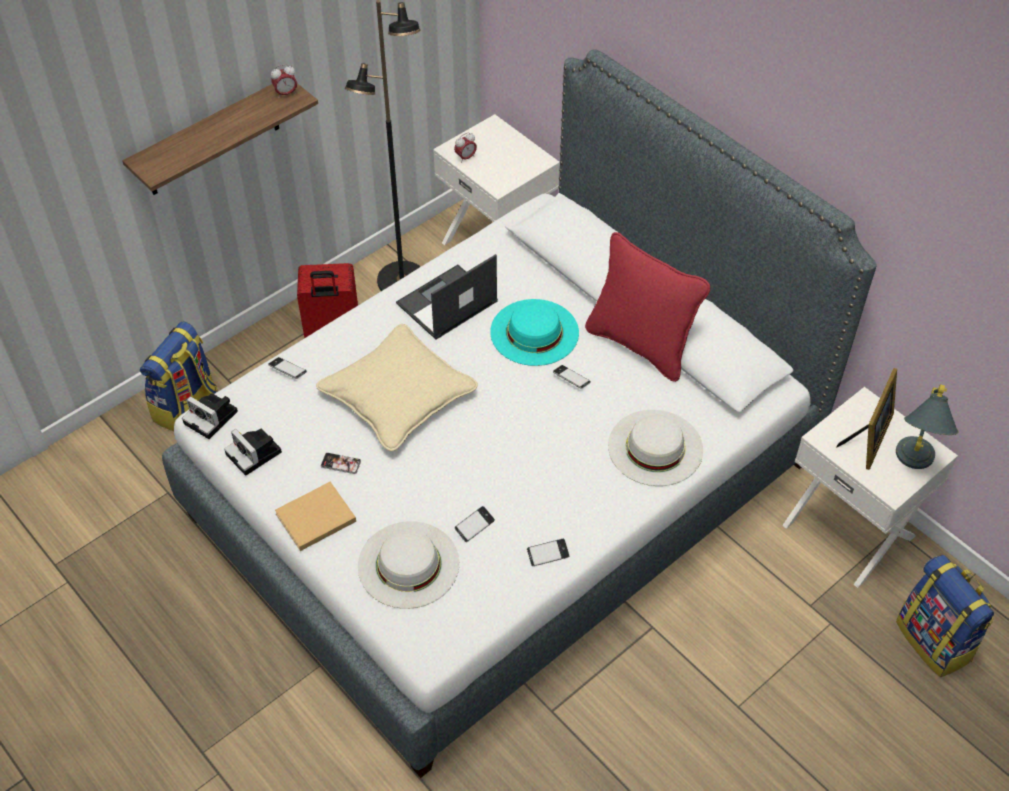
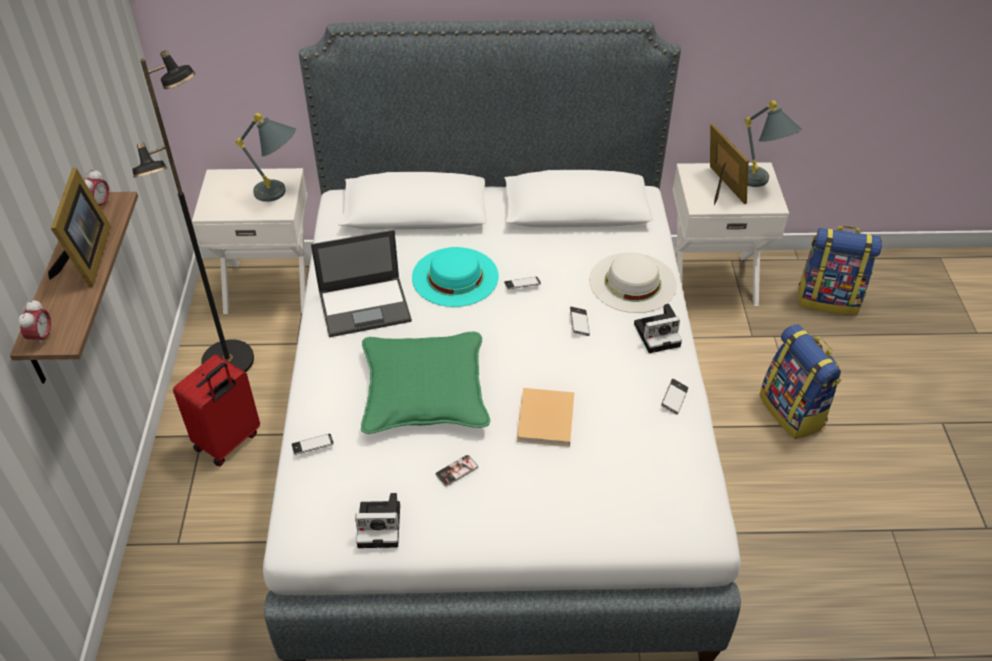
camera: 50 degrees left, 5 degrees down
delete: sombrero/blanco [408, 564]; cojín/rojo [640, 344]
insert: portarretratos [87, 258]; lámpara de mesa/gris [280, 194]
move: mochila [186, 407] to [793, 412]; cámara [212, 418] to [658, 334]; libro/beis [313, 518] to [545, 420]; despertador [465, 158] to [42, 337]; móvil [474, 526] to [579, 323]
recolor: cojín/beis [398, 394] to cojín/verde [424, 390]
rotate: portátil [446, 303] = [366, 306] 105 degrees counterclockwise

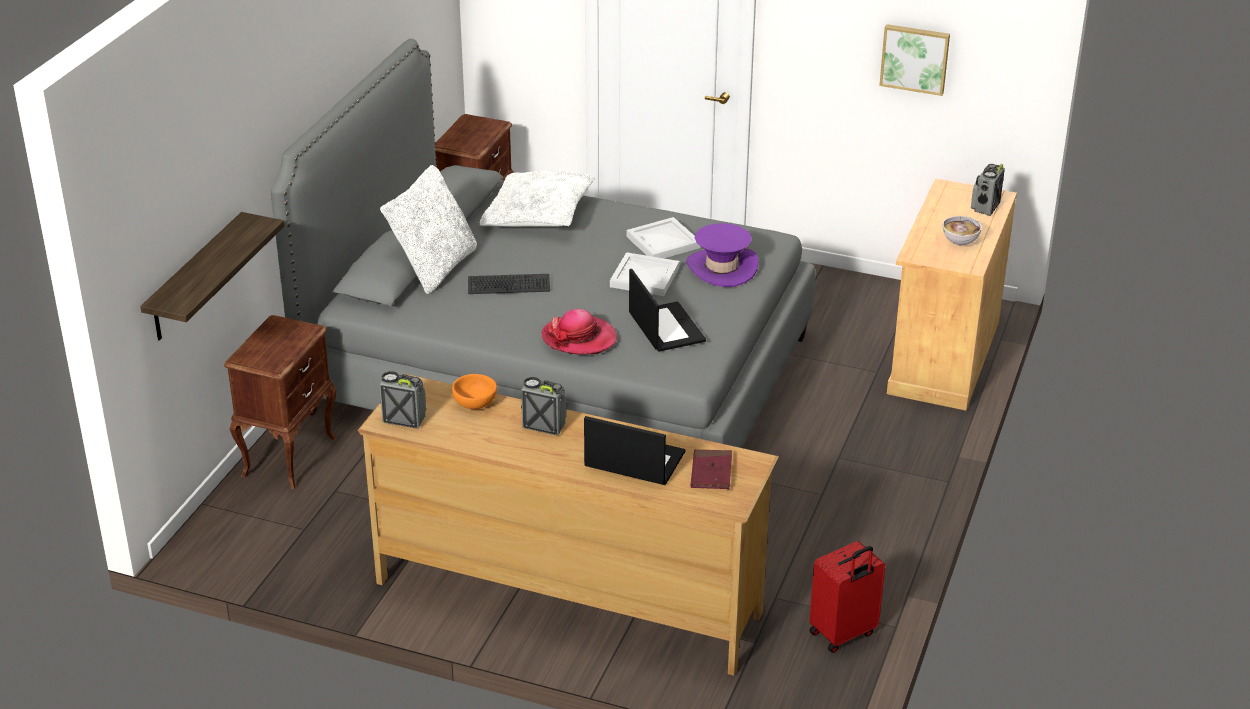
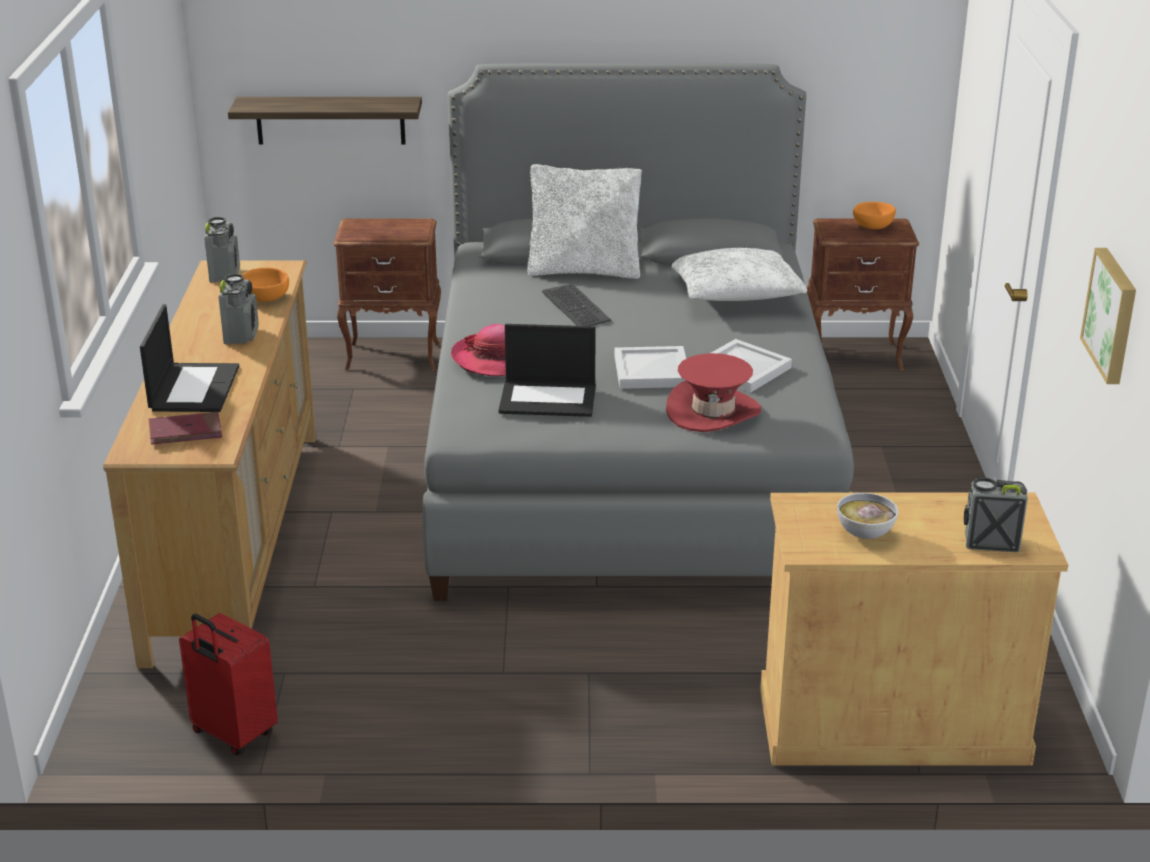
camera: 70 degrees right, 5 degrees down
insert: cuenco/naranja [873, 227]
recolor: sombrero/morado [722, 268] to sombrero/rojo [713, 412]
rotate: portátil [665, 327] = [549, 398] 45 degrees clockwise

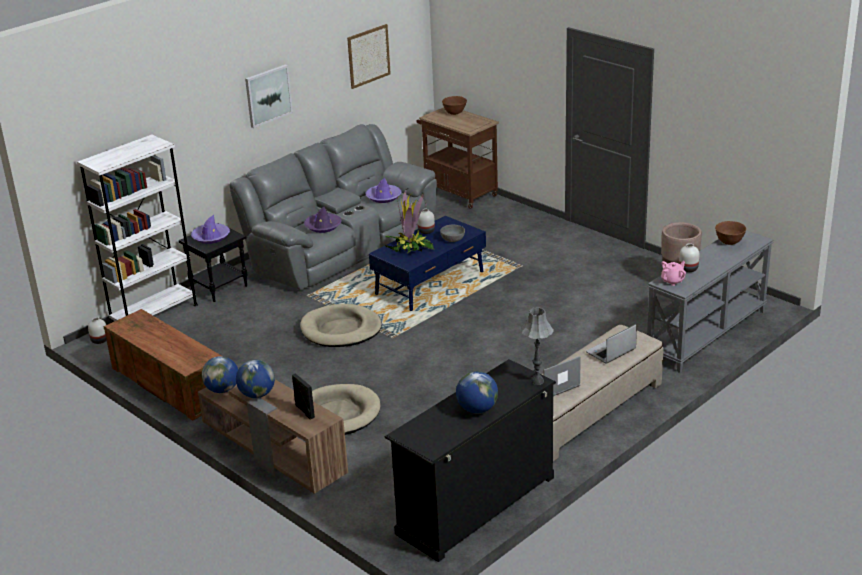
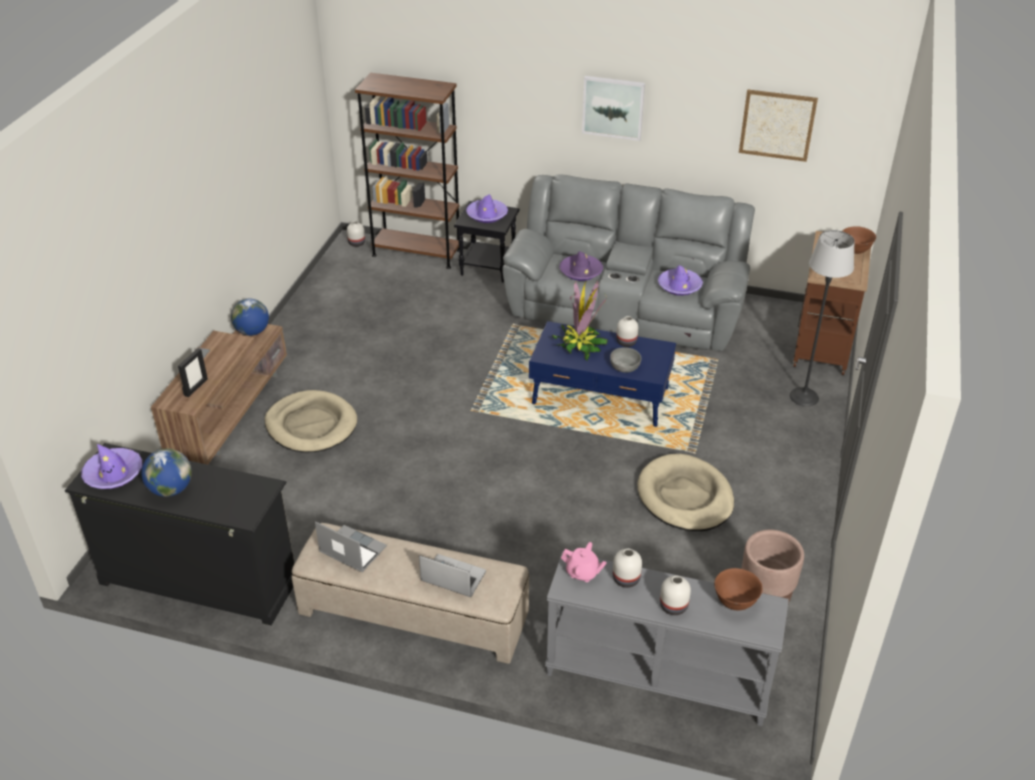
camera: 60 degrees right, 10 degrees up
delete: banco/marrón [168, 384]; globo terráqueo [257, 394]; lámpara de mesa/gris [537, 381]
insert: sombrero/morado [114, 474]; florero/blanco [673, 606]; lámpara de pie [804, 397]
move: cama para perro/beis [341, 329] to [685, 497]
recolor: estantería/blanco [154, 314] to estantería/marrón [416, 253]

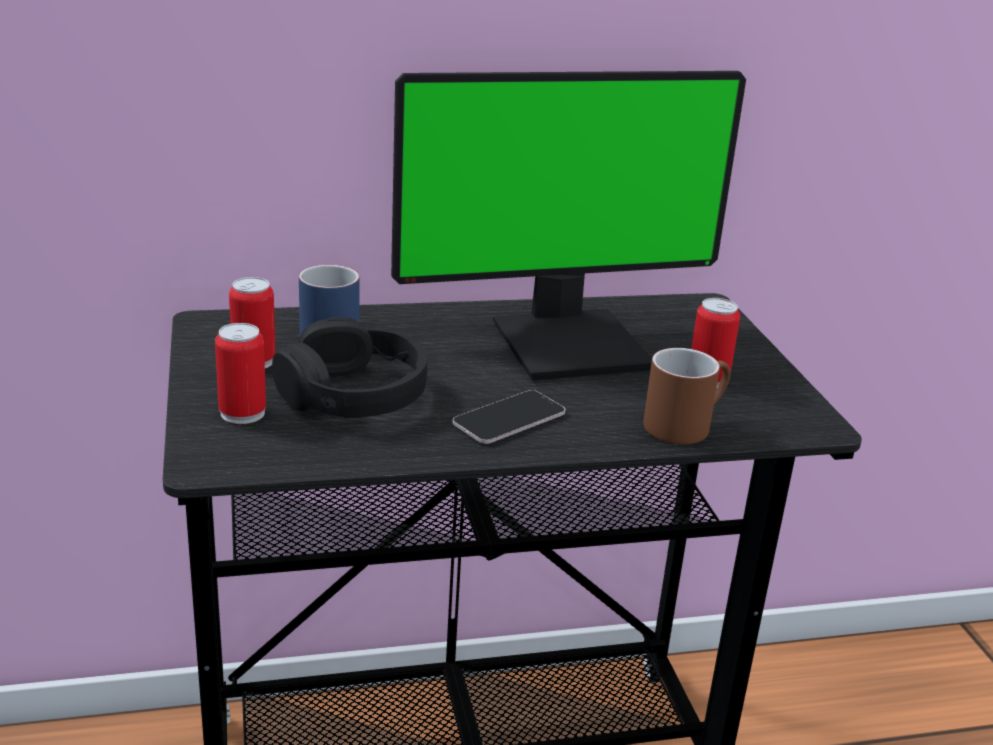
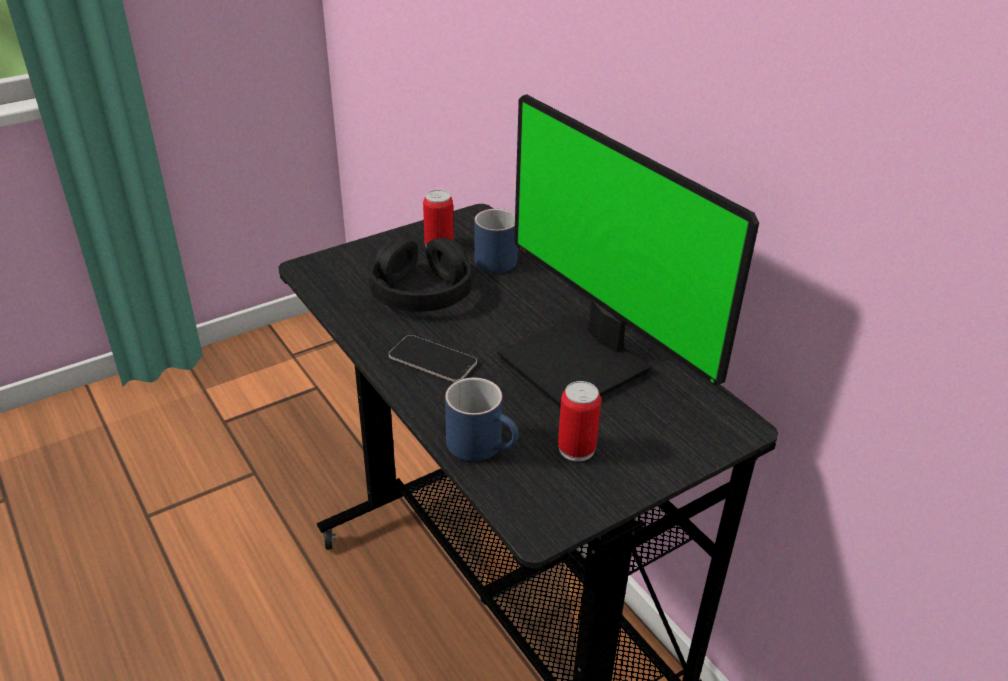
camera: 70 degrees right, 10 degrees up
delete: lata [242, 413]
recolor: taza grande/marrón [684, 423] to taza grande/azul [484, 446]

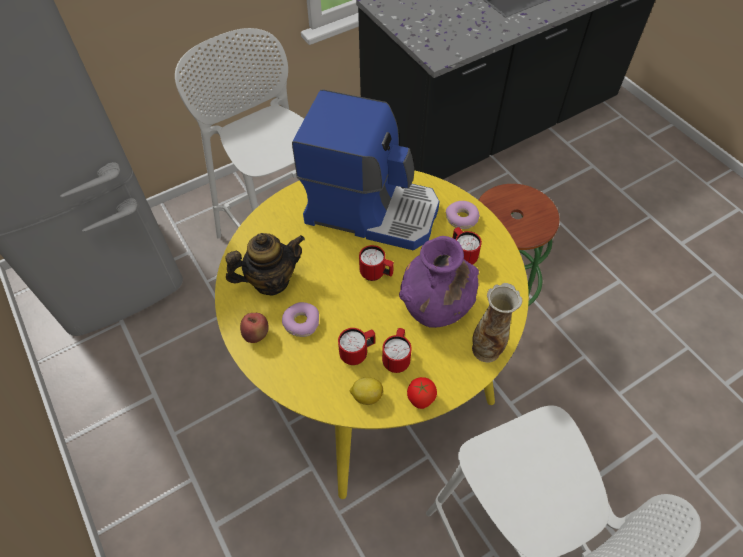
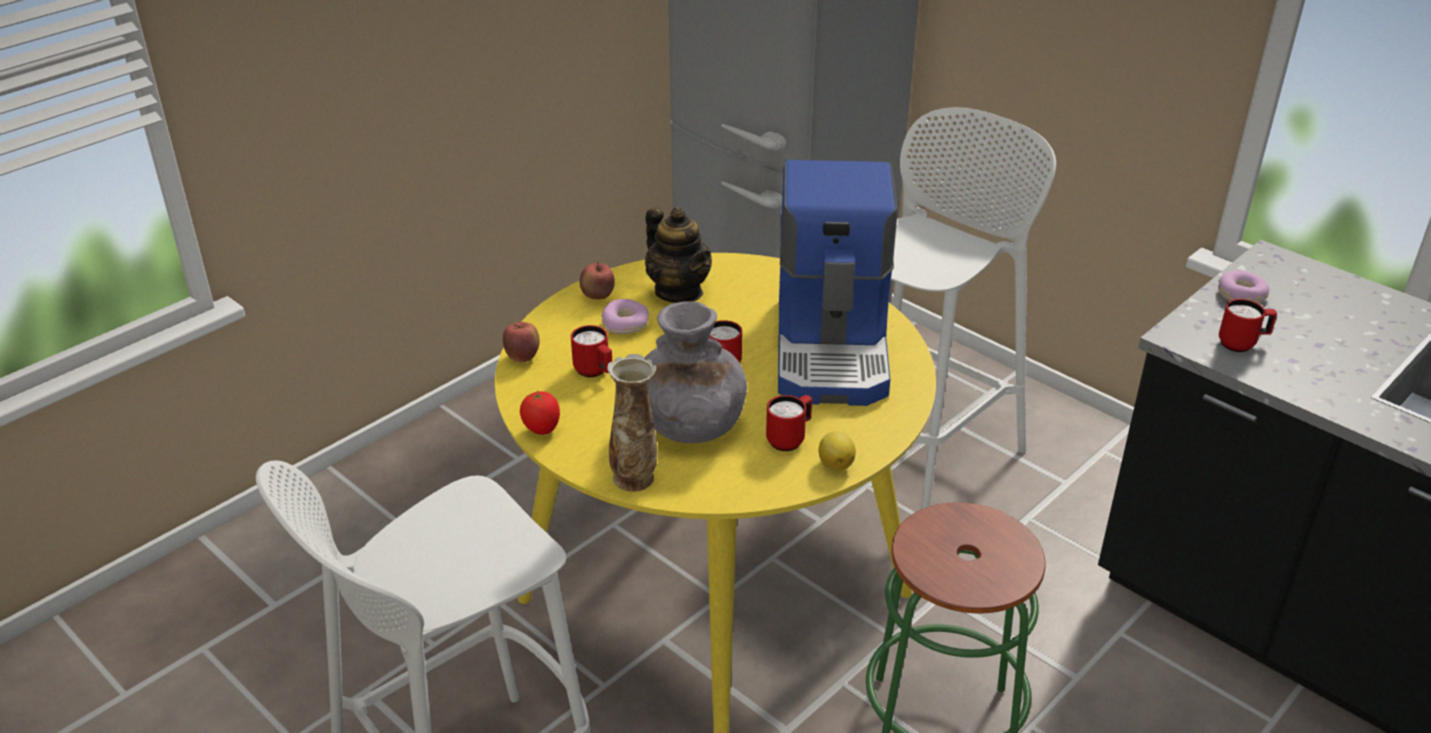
camera: 75 degrees right, 20 degrees down
insert: manzana [523, 357]
move: limón [366, 396] to [836, 464]; taza grande/rojo [397, 358] to [1242, 344]; rosquilla [462, 218] to [1240, 295]
recolor: florero/morado [436, 306] to florero/gris [689, 425]

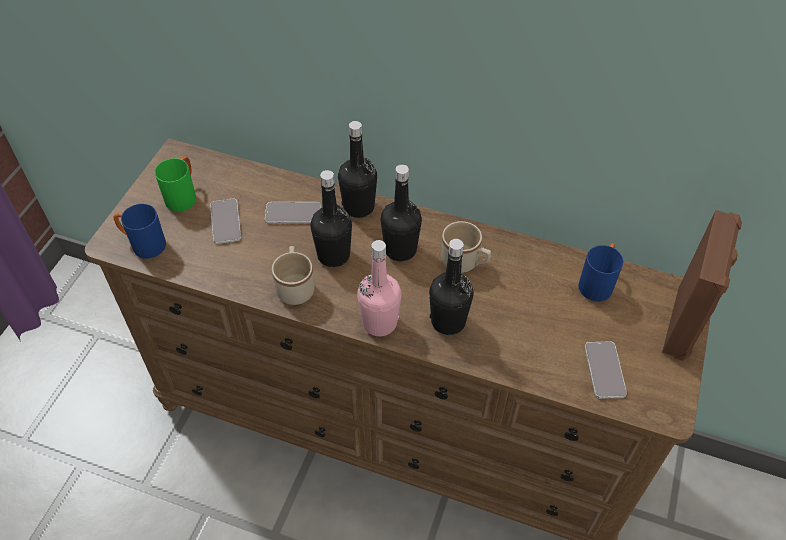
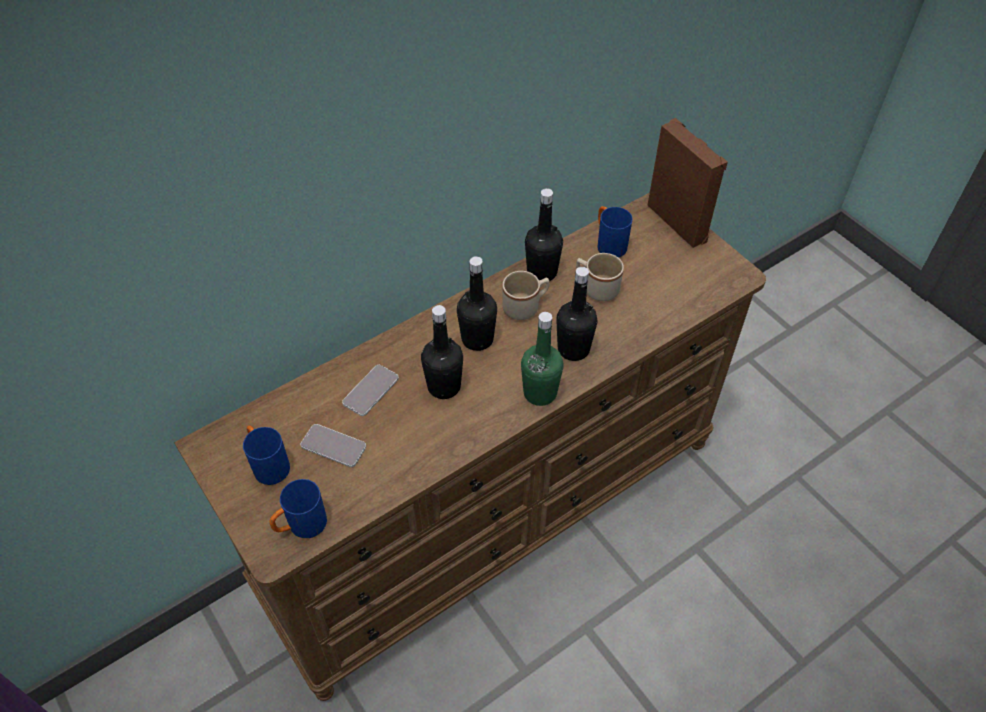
camera: 55 degrees left, 0 degrees up
delete: móvil [604, 370]
move: taza grande/beis [295, 286] to [596, 288]; botella/negro [358, 207] to [542, 272]
recolor: taza grande/verde [183, 196] to taza grande/azul [268, 464]; botella/rosa [379, 323] to botella/verde [540, 393]

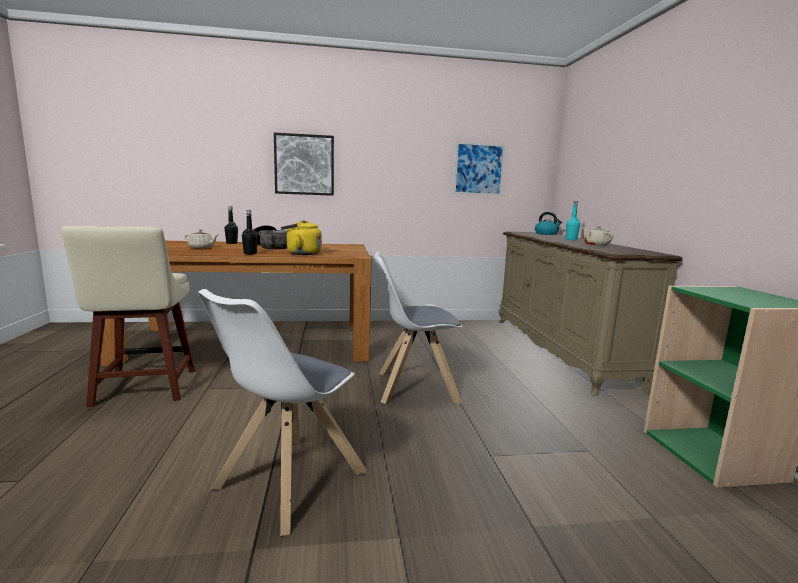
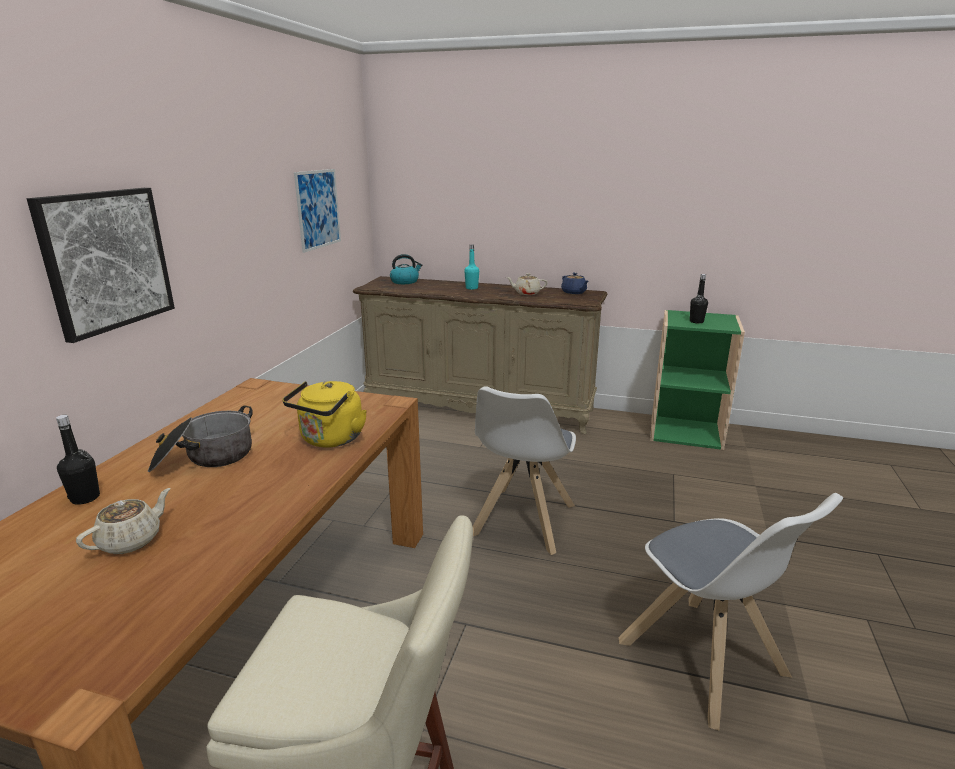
camera: 65 degrees left, 10 degrees up
insert: tetera/azul [574, 292]
move: botella/negro [250, 253] to [696, 321]

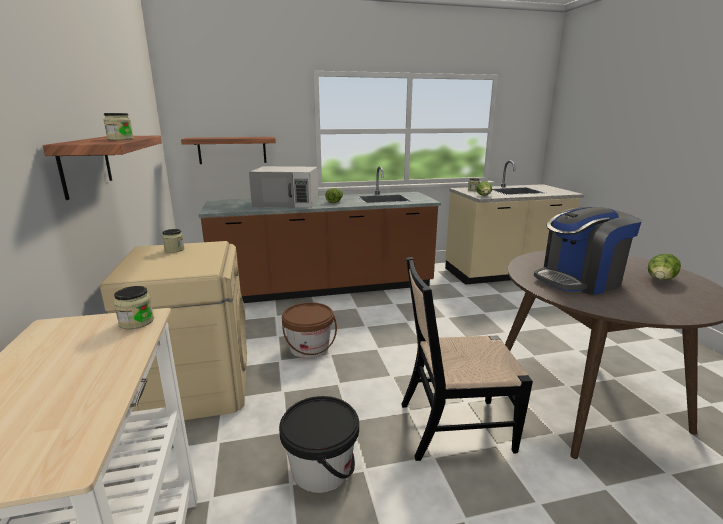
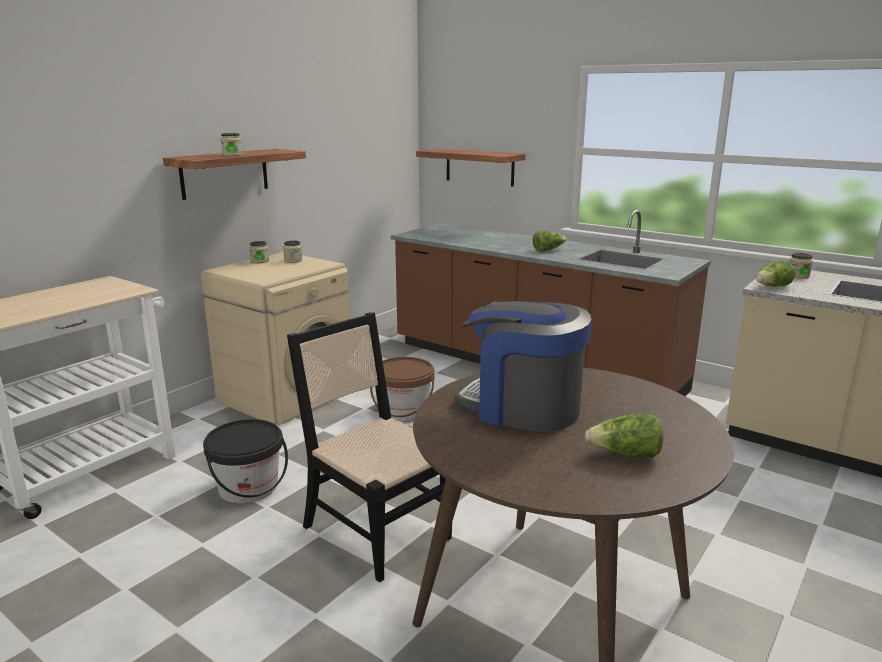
camera: 50 degrees right, 0 degrees up
delete: microondas/blanco [287, 202]
move: tarro [136, 322] to [260, 261]

